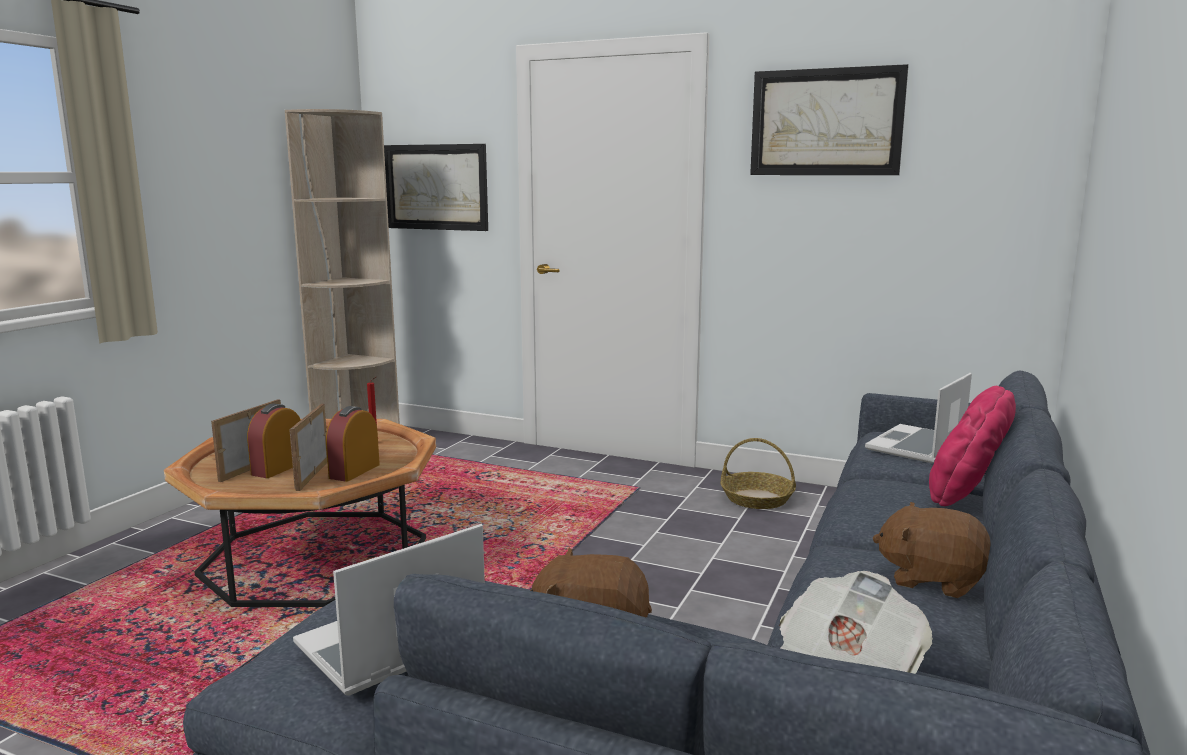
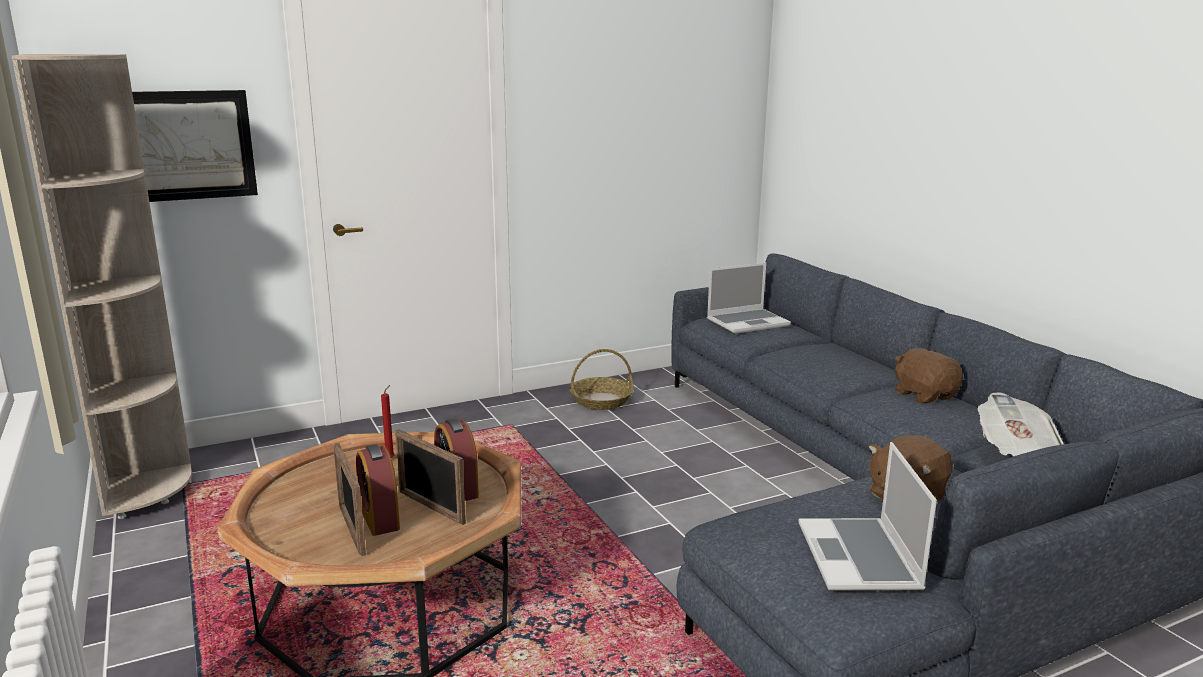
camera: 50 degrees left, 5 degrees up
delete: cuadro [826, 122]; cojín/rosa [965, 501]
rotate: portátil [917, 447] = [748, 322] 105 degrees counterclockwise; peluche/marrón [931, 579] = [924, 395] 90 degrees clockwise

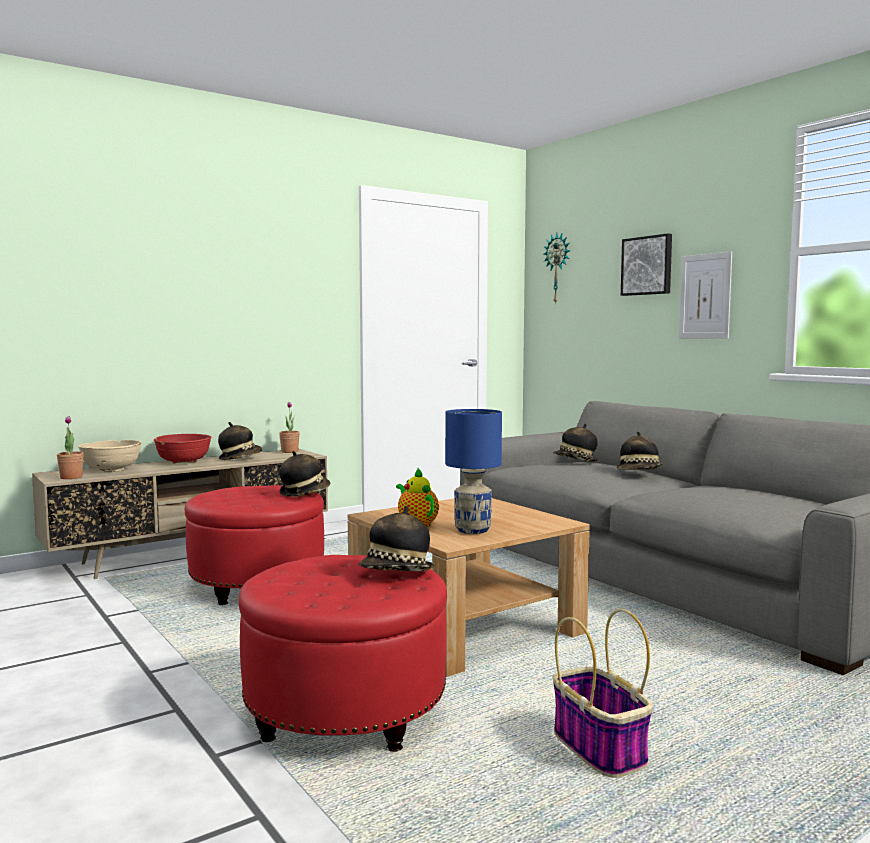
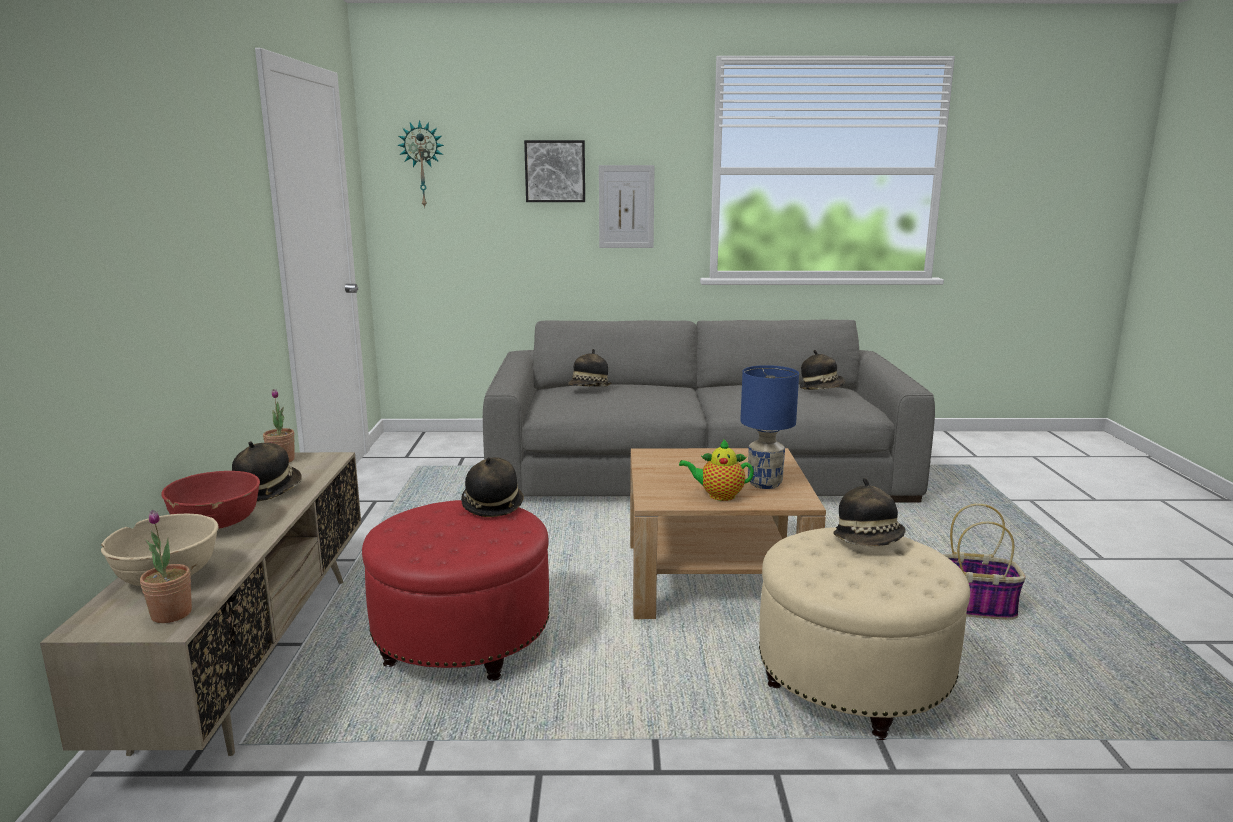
camera: 55 degrees left, 10 degrees up
move: sombrero [640, 473] to [821, 389]
recolor: puf/rojo [345, 713] to puf/beis [853, 683]

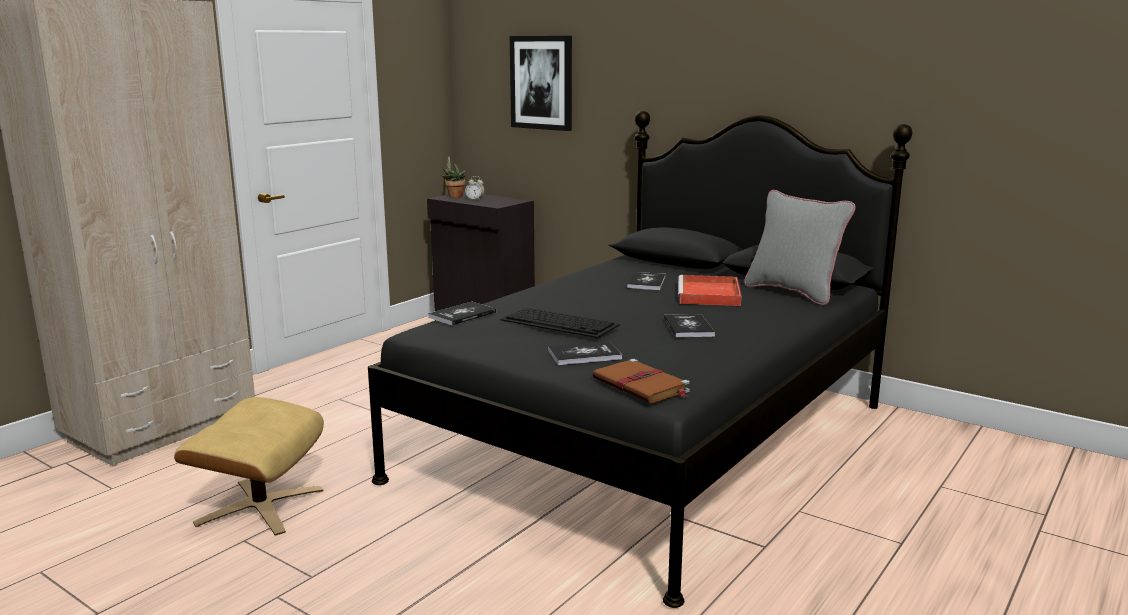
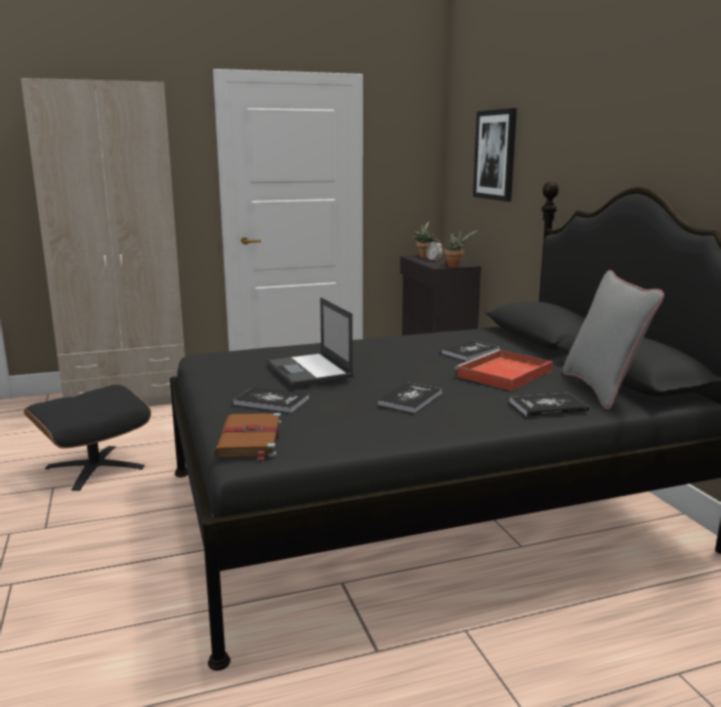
camera: 35 degrees right, 0 degrees up
insert: planta en maceta [455, 265]
move: libro [462, 315] to [548, 406]
replace: teclado [560, 322] to portátil [310, 370]
recolor: puf/beis [259, 506] to puf/negro [95, 467]

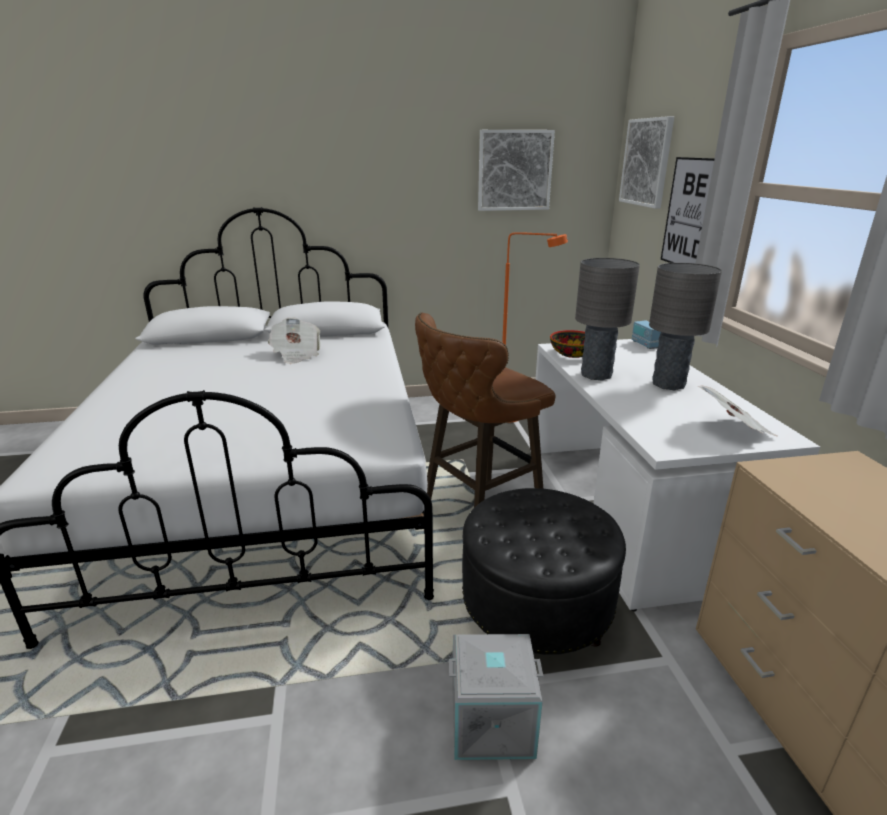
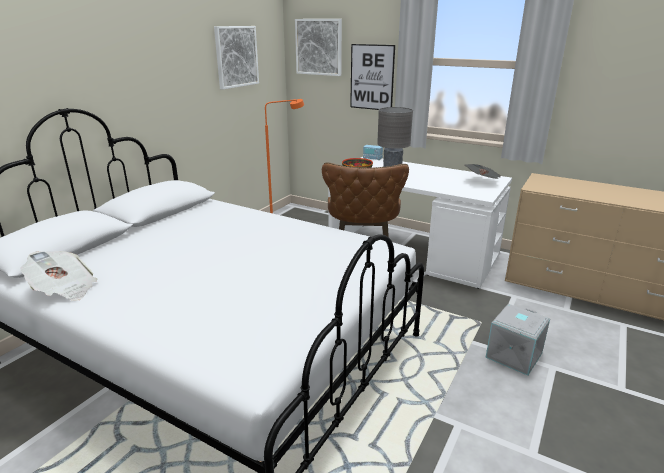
camera: 50 degrees left, 0 degrees up
delete: puf/negro [535, 611]; lámpara de mesa/gris [668, 384]
move: periódico [296, 354] to [64, 289]

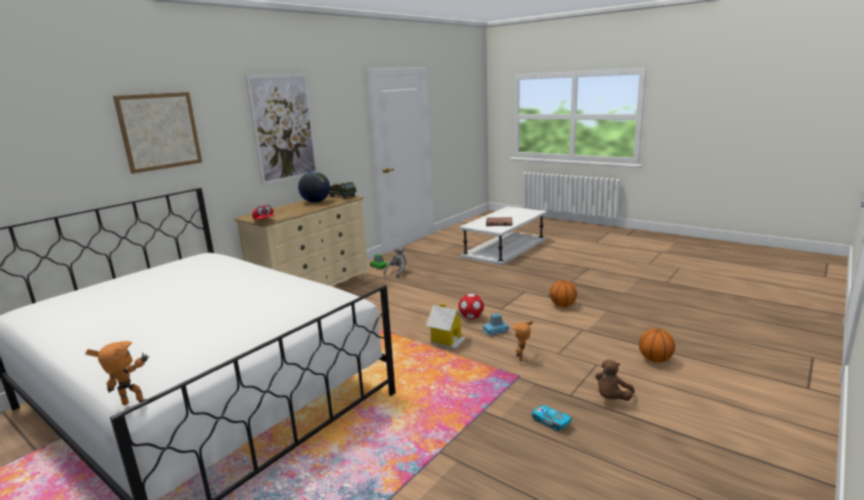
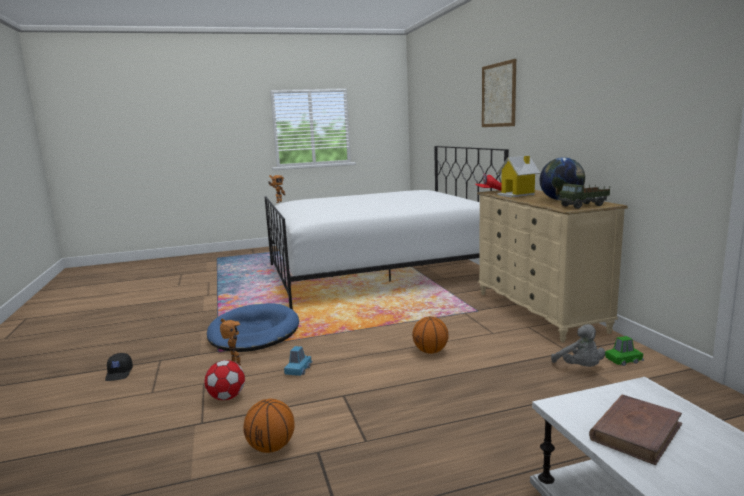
camera: 125 degrees right, 5 degrees down
delete: cuadro [284, 128]; coche de juguete [550, 422]
insert: cama para perro/azul [254, 332]
move: casita [447, 341] to [517, 195]; balón de fútbol [471, 317] to [227, 397]; balón de baloncesto [655, 360] to [430, 351]
replace: peluche/marrón [612, 398] to gorra/negro [119, 373]

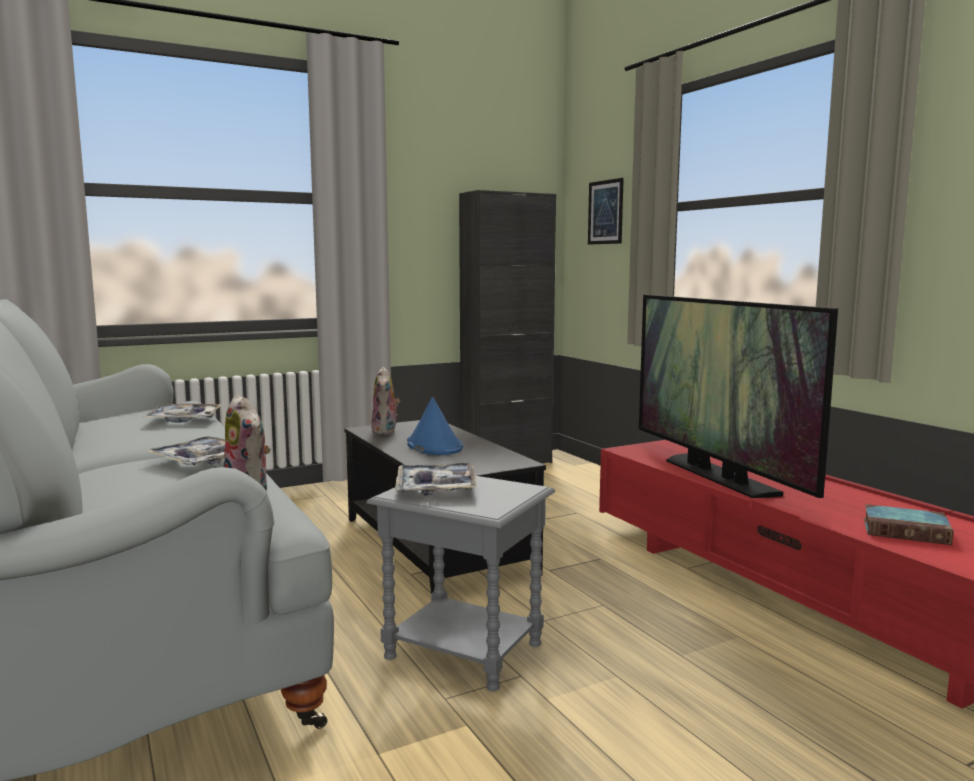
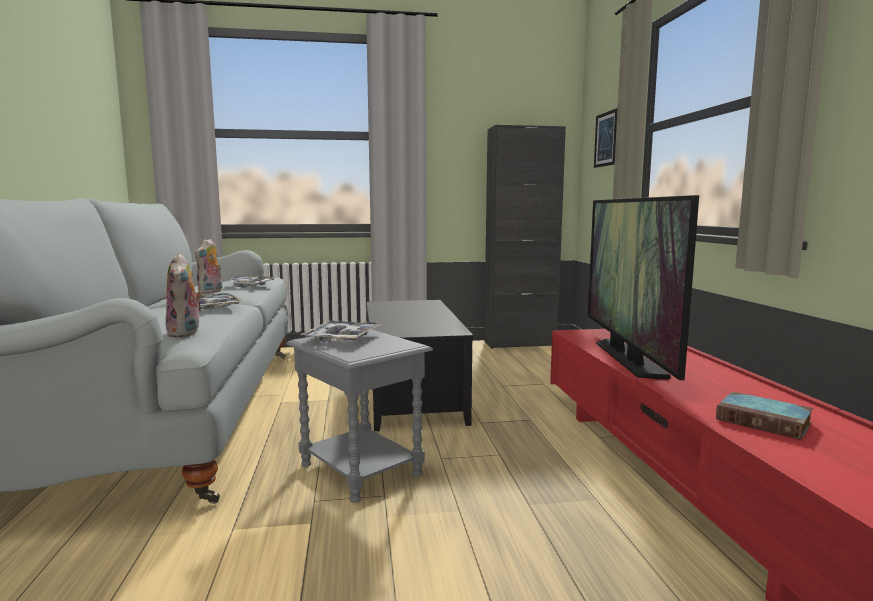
camera: 20 degrees right, 0 degrees up
delete: sombrero/azul [433, 446]
move: peluche [386, 432] to [211, 292]

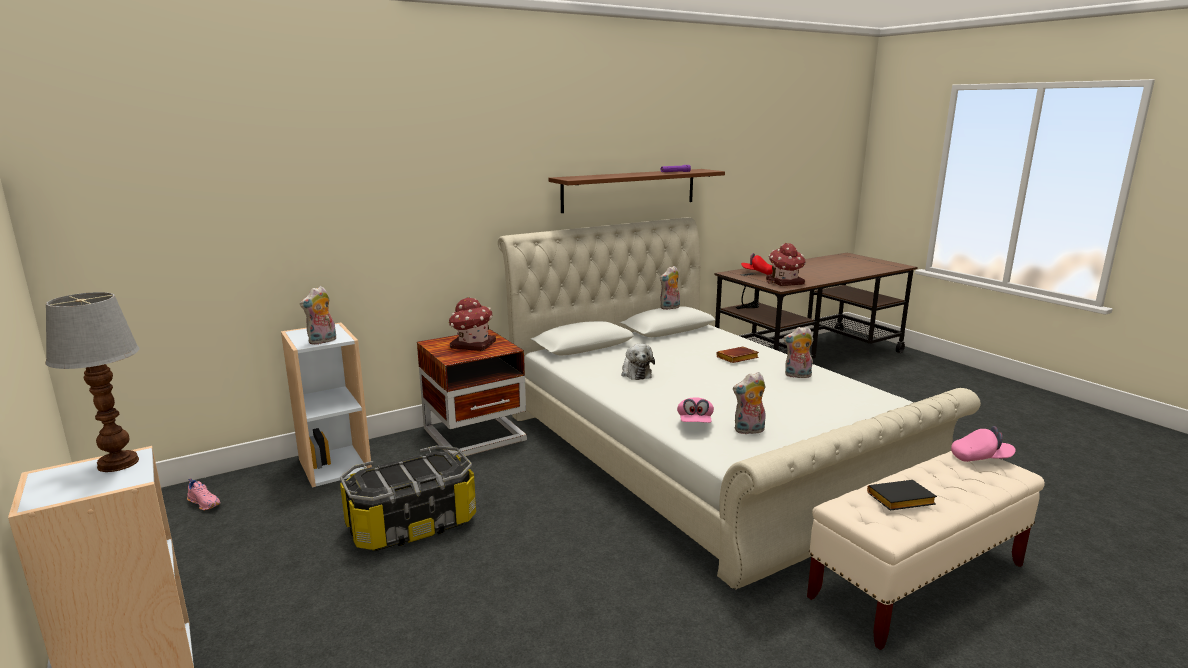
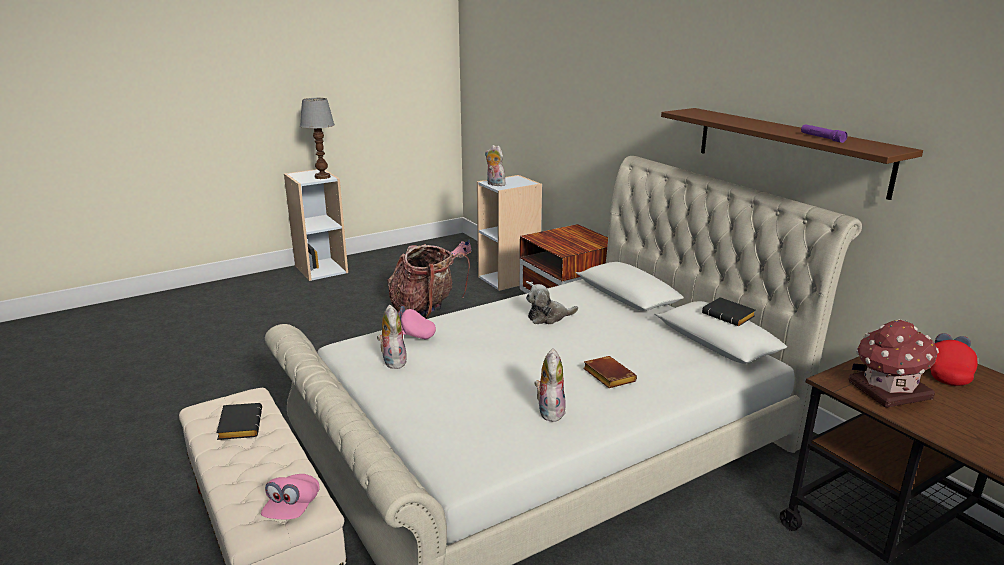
camera: 90 degrees right, 5 degrees up
delete: casita [472, 345]
replace: caja de almacenaje [411, 524] to mochila [426, 310]; peluche [670, 308] to libro/negro [730, 316]

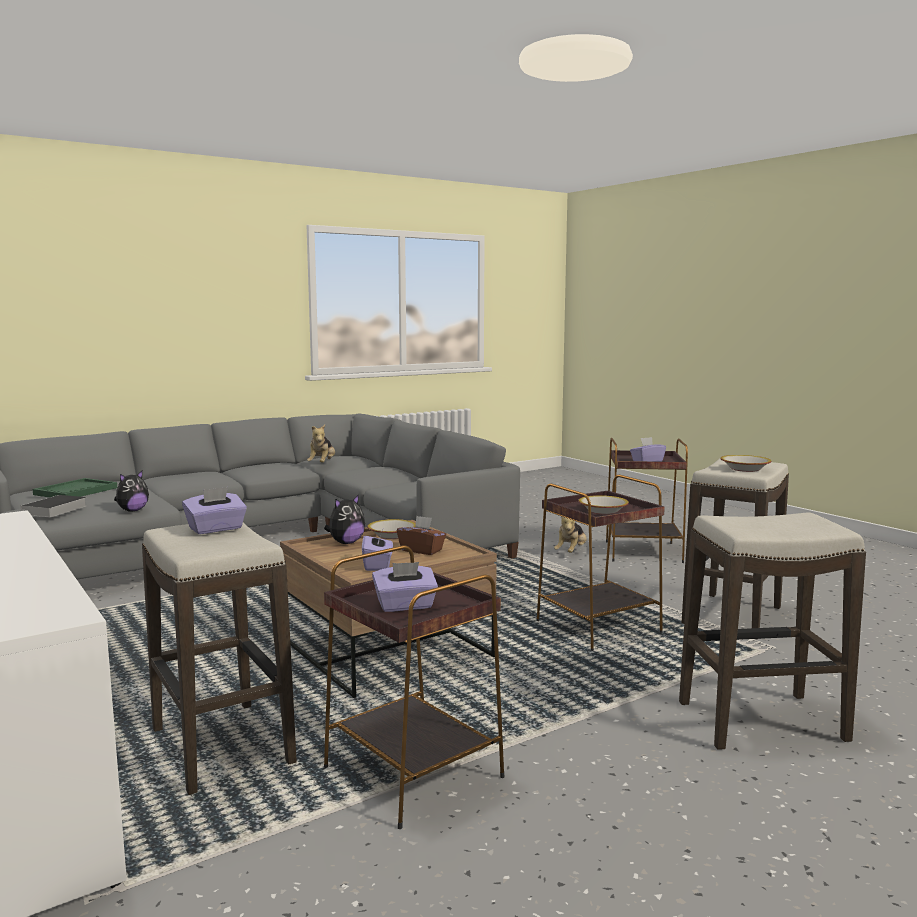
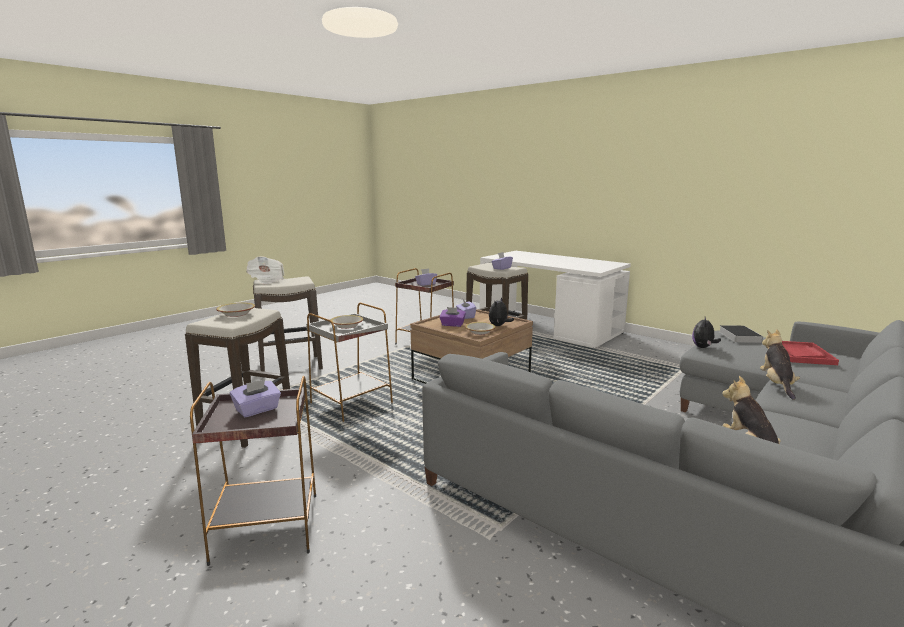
camera: 165 degrees right, 5 degrees up
insert: periódico [266, 280]
move: peluche [571, 552] to [776, 384]
recolor: bandeja/verde [76, 491] to bandeja/rojo [801, 354]; caja de pañuelos/marrón [422, 550] to caja de pañuelos/morado [452, 325]; mesa auxiliar/marrón [599, 627] to mesa auxiliar/gris [350, 405]

